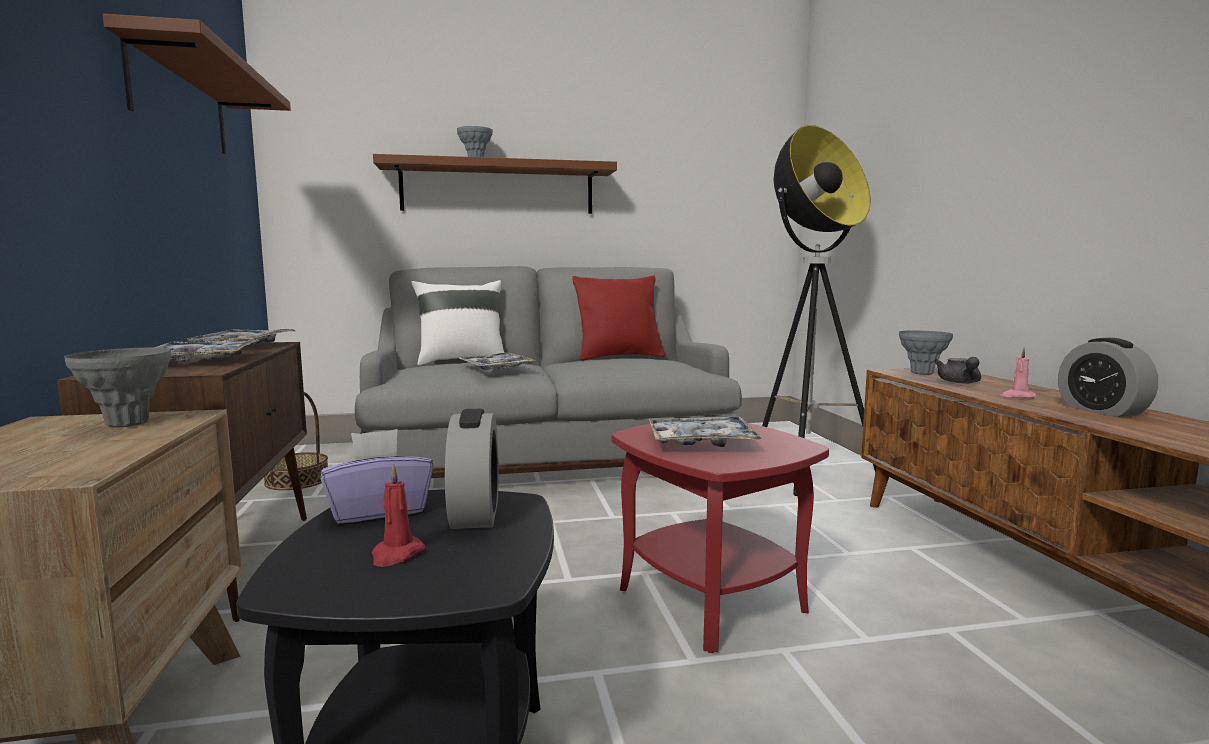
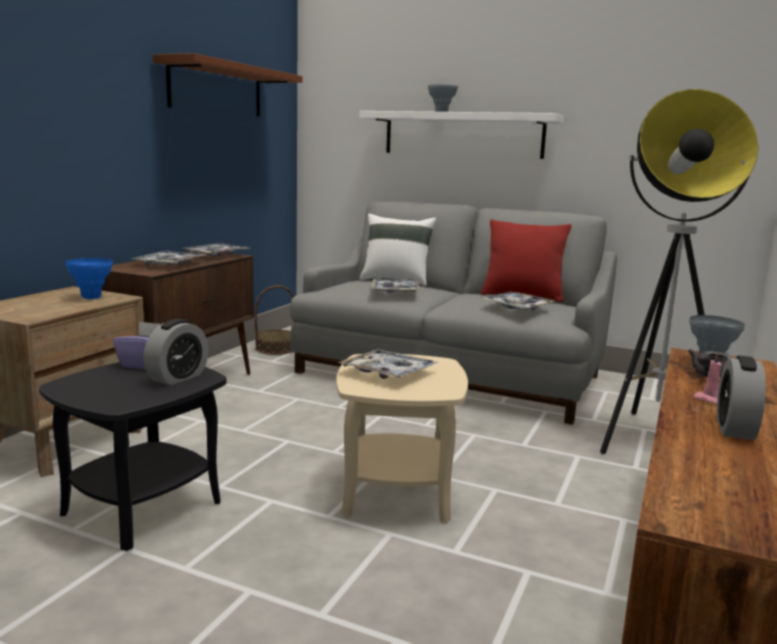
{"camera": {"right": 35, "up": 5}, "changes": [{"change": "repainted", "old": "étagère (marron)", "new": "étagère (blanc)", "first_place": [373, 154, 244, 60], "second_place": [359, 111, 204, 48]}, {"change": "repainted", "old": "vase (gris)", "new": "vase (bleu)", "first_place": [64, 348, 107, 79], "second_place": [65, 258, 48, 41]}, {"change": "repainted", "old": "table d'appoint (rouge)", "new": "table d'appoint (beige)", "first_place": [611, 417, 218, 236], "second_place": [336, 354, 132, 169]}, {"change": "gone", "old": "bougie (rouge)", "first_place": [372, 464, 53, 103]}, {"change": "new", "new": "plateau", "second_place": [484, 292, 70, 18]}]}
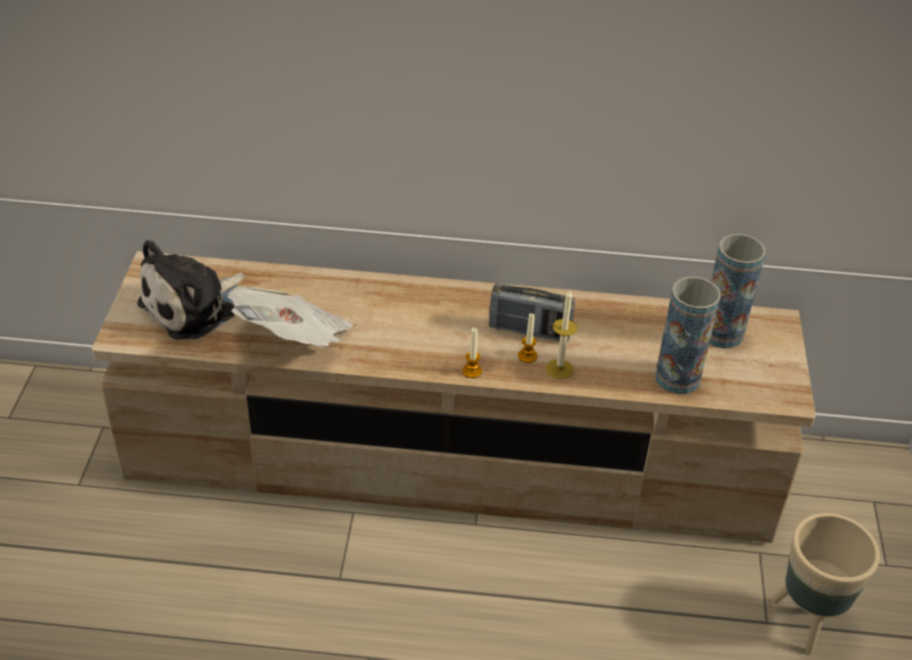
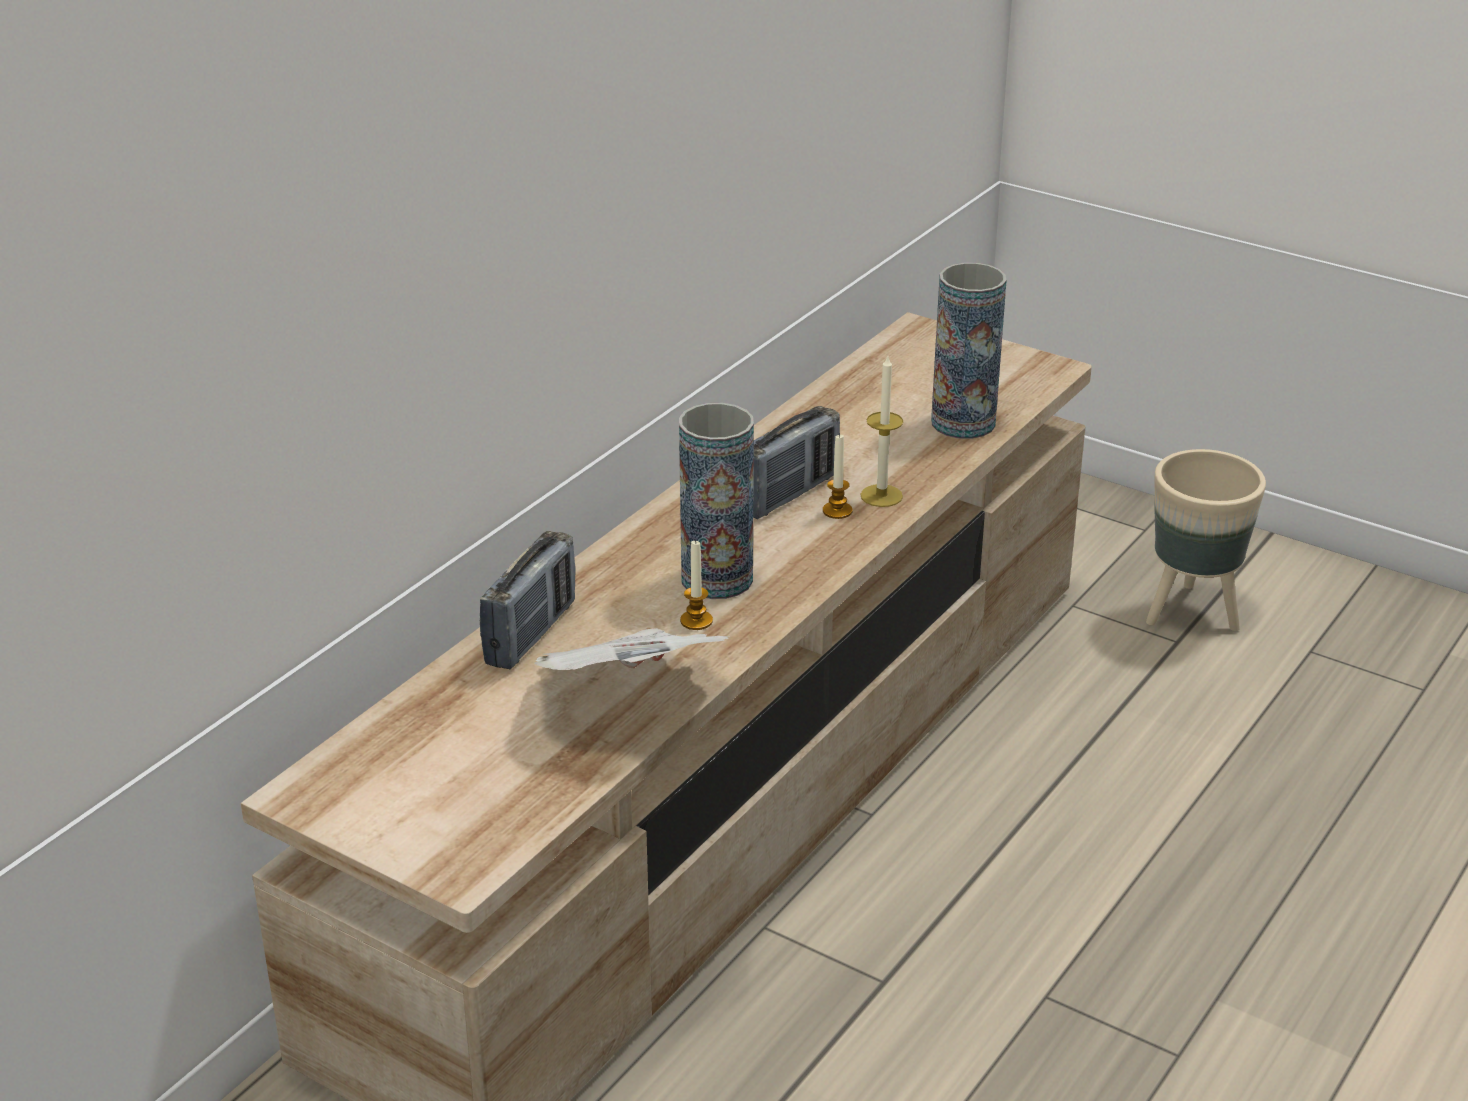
{"camera": {"right": -60, "up": -10}, "changes": [{"change": "shifted", "old": "vase", "first_place": [709, 234, 57, 114], "second_place": [679, 403, 75, 196]}, {"change": "gone", "old": "peluche", "first_place": [137, 239, 107, 101]}, {"change": "shifted", "old": "bougie", "first_place": [462, 328, 20, 50], "second_place": [680, 539, 33, 91]}, {"change": "new", "new": "radio", "second_place": [480, 531, 96, 139]}]}
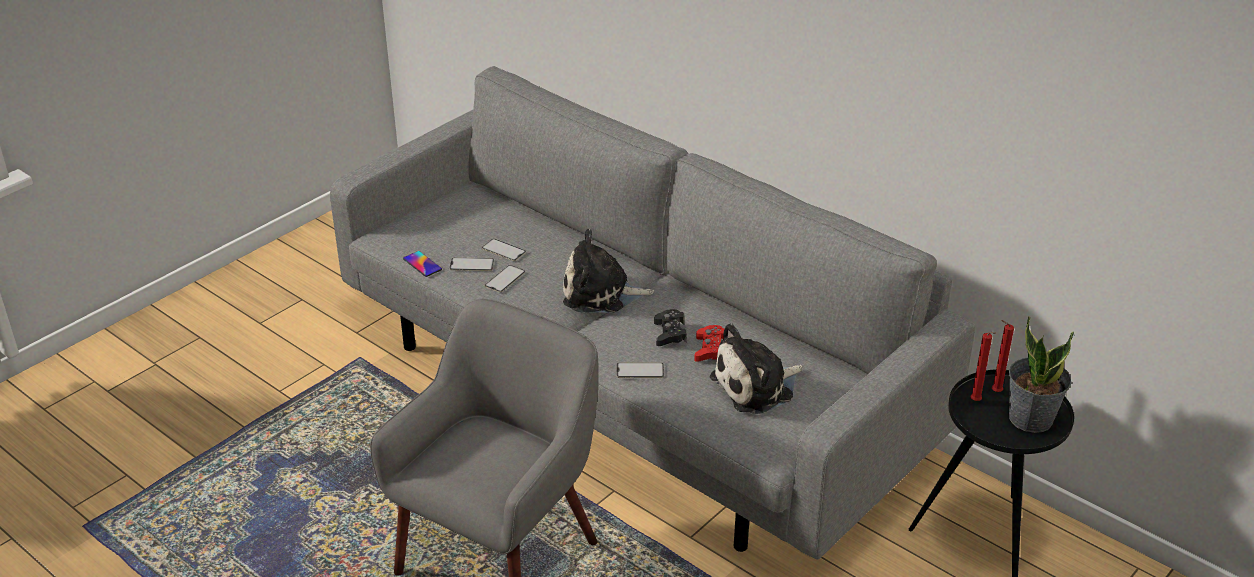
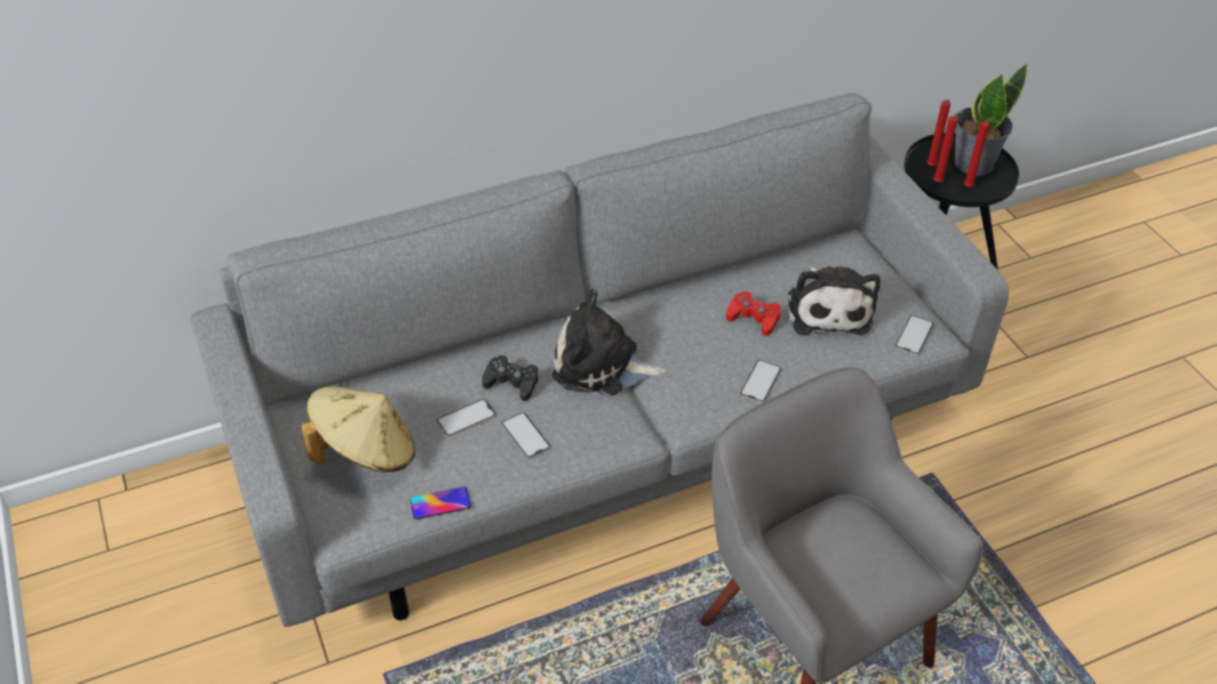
{"camera": {"right": -65, "up": 10}, "changes": [{"change": "rotated", "old": "peluche", "first_place": [563, 229, 92, 84], "second_place": [552, 289, 113, 107], "degrees": 75}, {"change": "shifted", "old": "téléphone", "first_place": [450, 257, 44, 14], "second_place": [895, 315, 39, 40]}, {"change": "shifted", "old": "manette (noir)", "first_place": [654, 309, 33, 37], "second_place": [482, 355, 56, 46]}, {"change": "new", "new": "bougie (rouge)", "second_place": [964, 117, 32, 70]}, {"change": "new", "new": "chapeau (beige)", "second_place": [301, 386, 114, 86]}]}
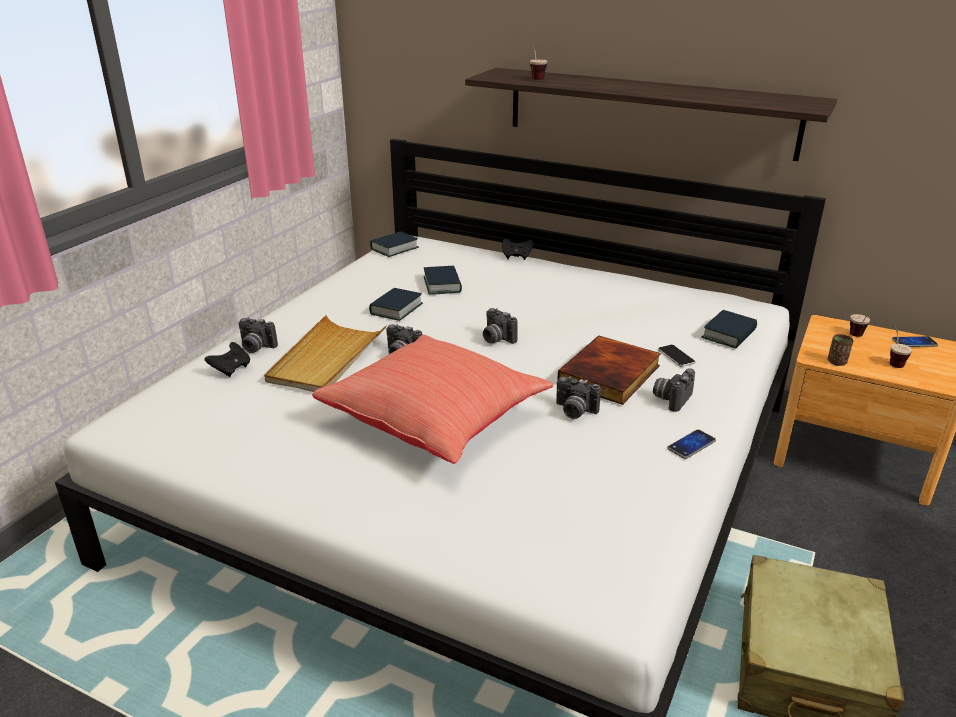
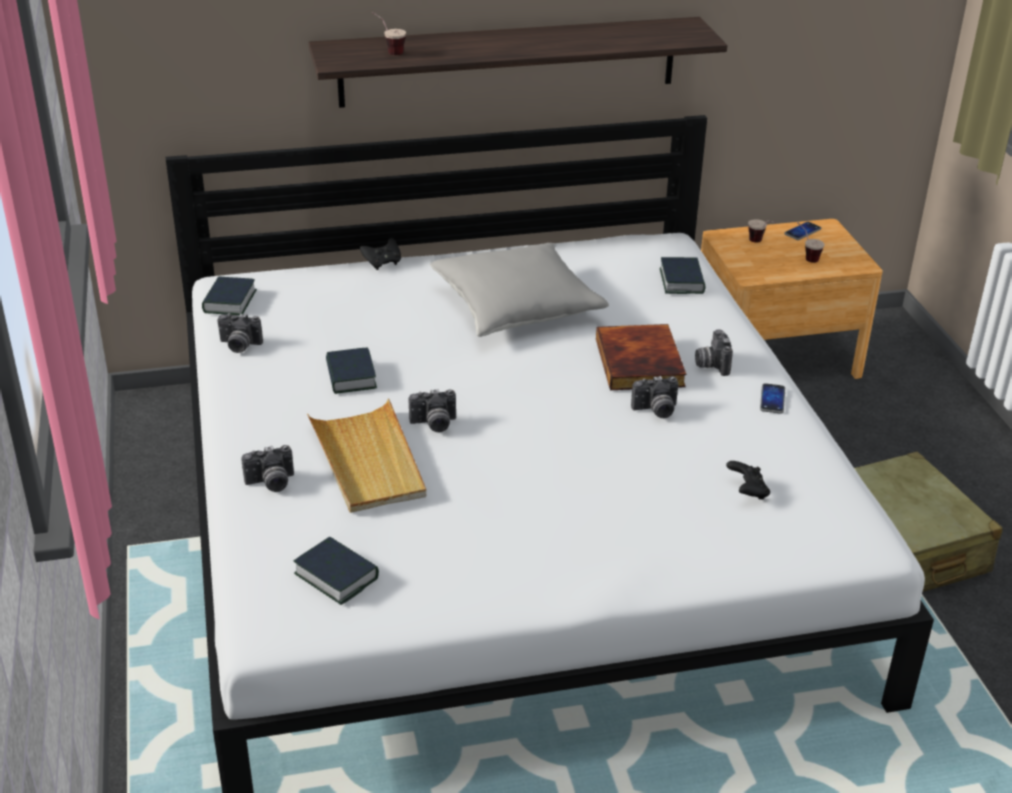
{"camera": {"right": -40, "up": 5}, "changes": [{"change": "shifted", "old": "livre", "first_place": [424, 266, 38, 29], "second_place": [294, 537, 85, 68]}, {"change": "shifted", "old": "appareil photo", "first_place": [483, 308, 35, 36], "second_place": [217, 313, 46, 40]}, {"change": "gone", "old": "tasse (marron)", "first_place": [828, 334, 25, 32]}, {"change": "gone", "old": "coussin (rouge)", "first_place": [312, 335, 242, 129]}, {"change": "shifted", "old": "manette (noir)", "first_place": [204, 342, 46, 35], "second_place": [726, 461, 44, 39]}, {"change": "gone", "old": "téléphone", "first_place": [658, 345, 38, 22]}, {"change": "new", "new": "coussin (gris)", "second_place": [430, 243, 179, 94]}]}
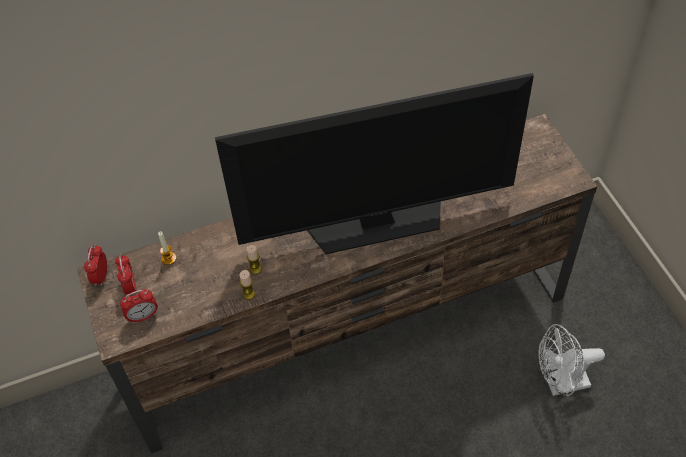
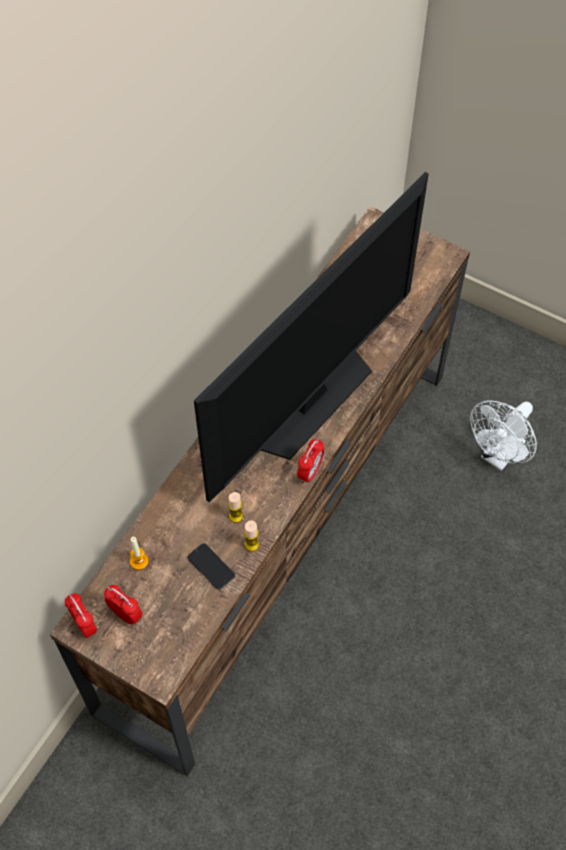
{"camera": {"right": -40, "up": 5}, "changes": [{"change": "shifted", "old": "réveil", "first_place": [120, 289, 38, 35], "second_place": [297, 439, 27, 45]}, {"change": "new", "new": "téléphone", "second_place": [187, 543, 48, 47]}]}
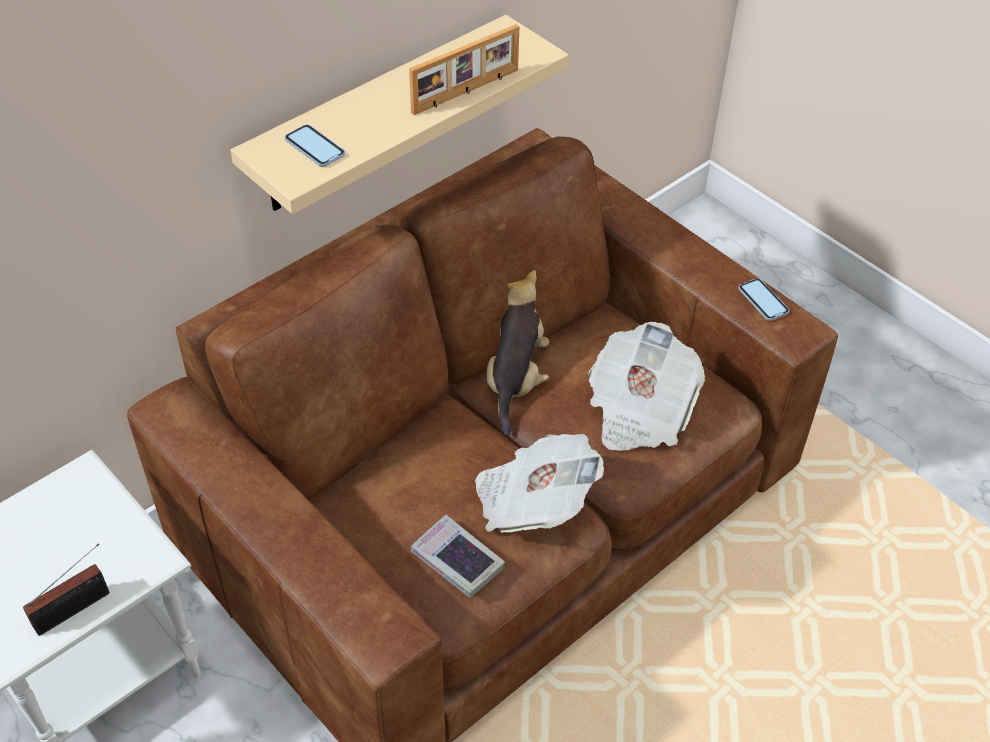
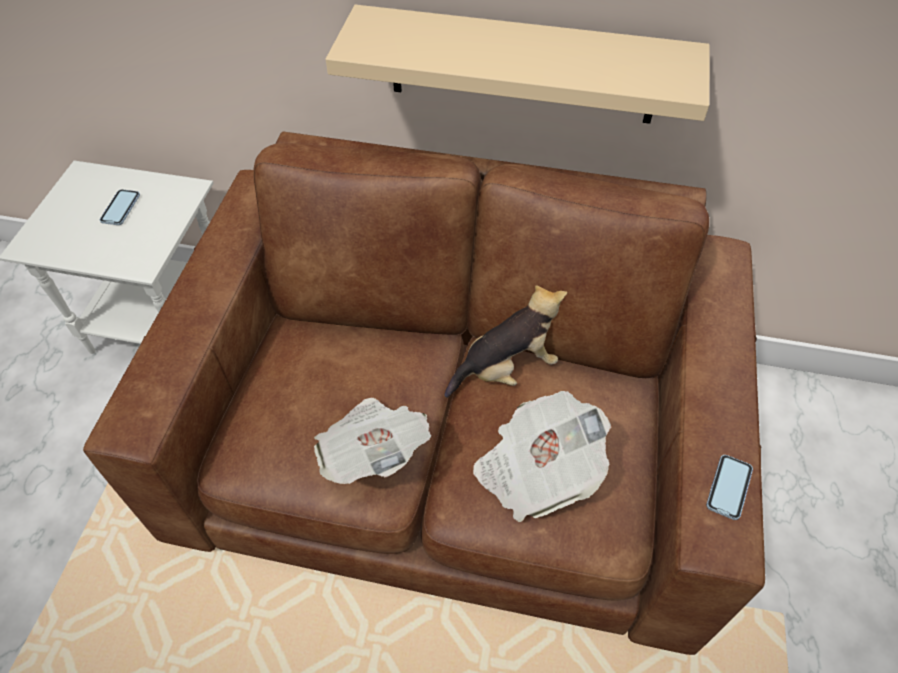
{"camera": {"right": 55, "up": 5}, "changes": [{"change": "gone", "old": "cadre photo", "first_place": [409, 24, 110, 91]}, {"change": "shifted", "old": "téléphone", "first_place": [285, 125, 60, 42], "second_place": [100, 189, 40, 36]}, {"change": "gone", "old": "livre", "first_place": [411, 515, 94, 83]}, {"change": "gone", "old": "radio", "first_place": [23, 544, 87, 92]}]}
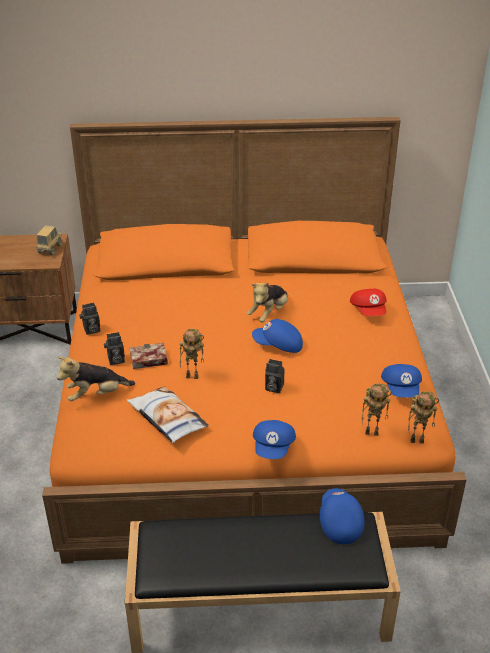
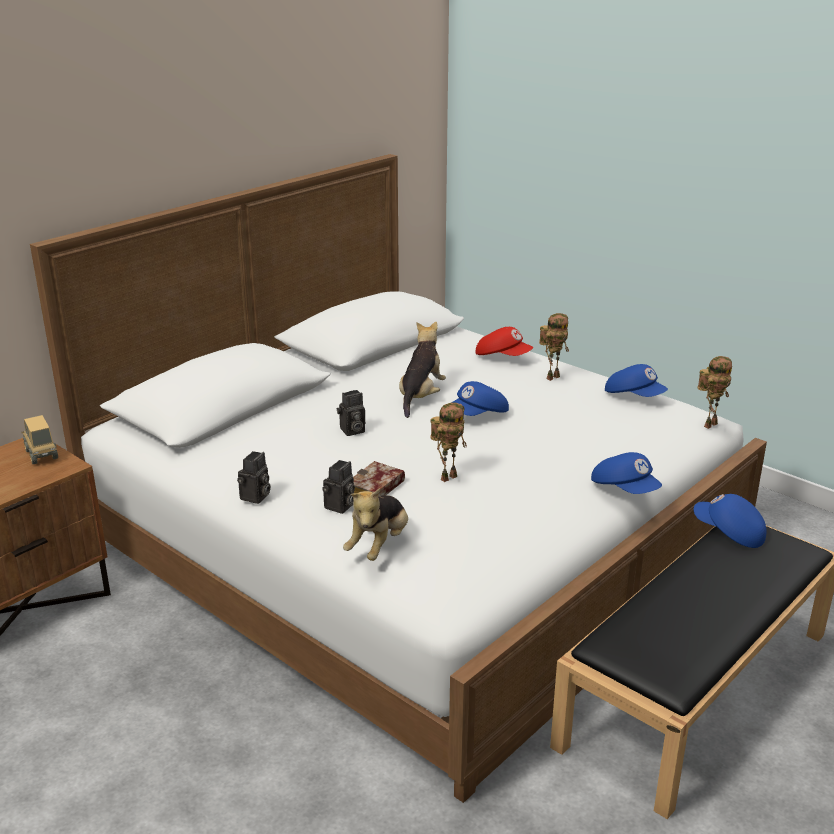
{"camera": {"right": -45, "up": -10}, "changes": [{"change": "repainted", "old": "lit (orange)", "new": "lit (blanc)", "first_place": [42, 117, 425, 447], "second_place": [30, 154, 737, 649]}, {"change": "rotated", "old": "peluche", "first_place": [247, 283, 41, 39], "second_place": [399, 321, 47, 97], "degrees": -150}, {"change": "shifted", "old": "appareil photo", "first_place": [265, 359, 20, 34], "second_place": [337, 390, 28, 46]}, {"change": "shifted", "old": "robot jouet", "first_place": [362, 383, 30, 53], "second_place": [539, 313, 30, 68]}, {"change": "gone", "old": "coussin", "first_place": [127, 386, 82, 57]}]}
